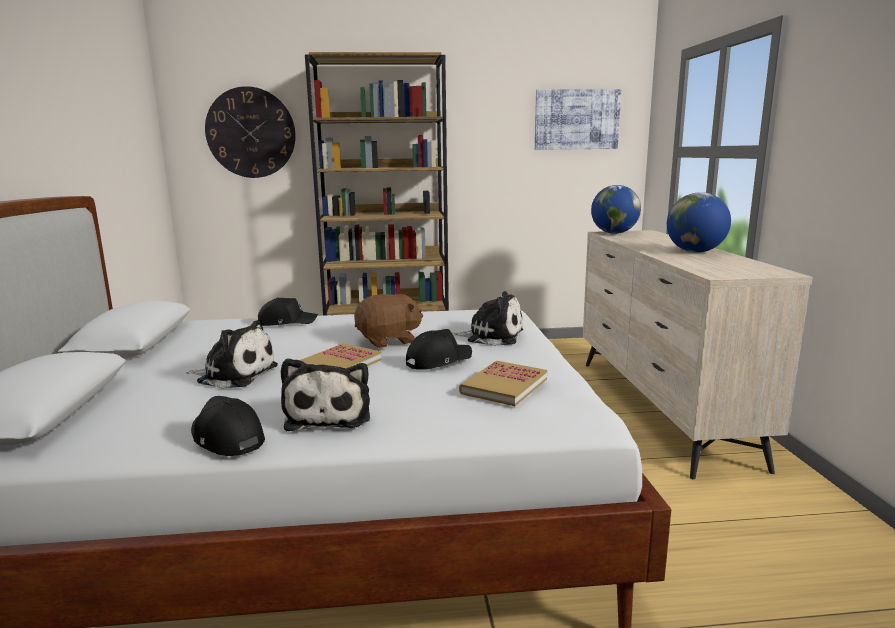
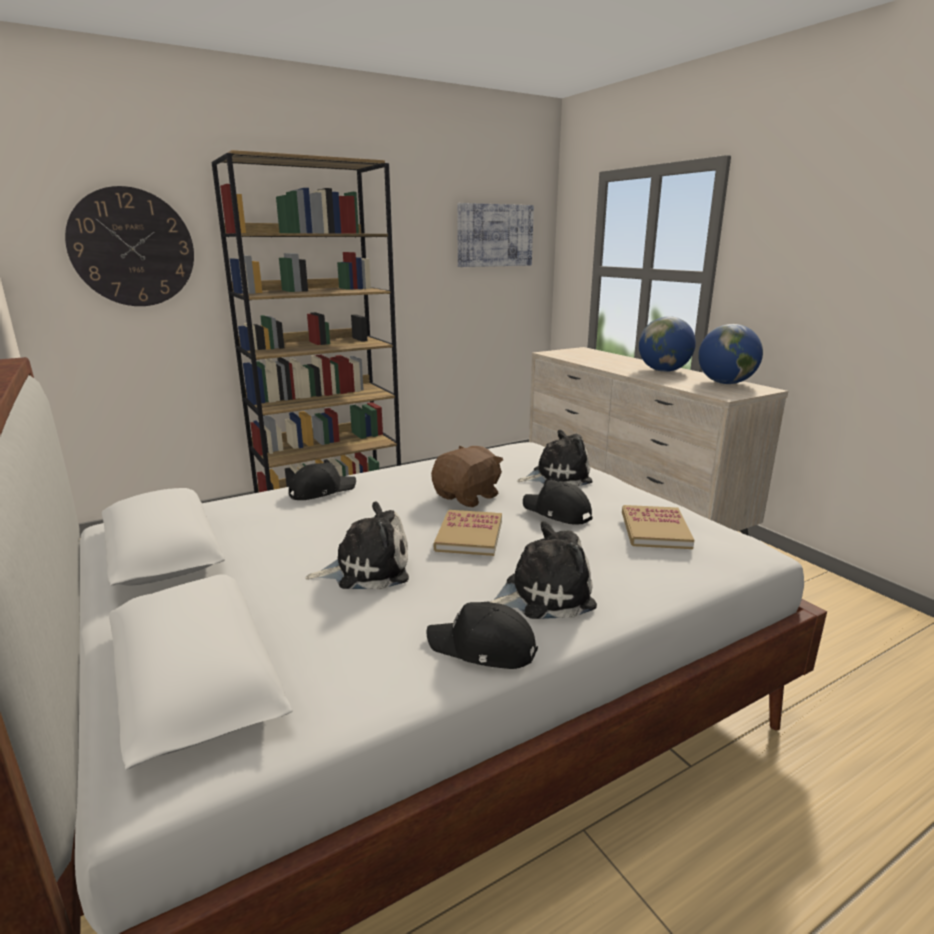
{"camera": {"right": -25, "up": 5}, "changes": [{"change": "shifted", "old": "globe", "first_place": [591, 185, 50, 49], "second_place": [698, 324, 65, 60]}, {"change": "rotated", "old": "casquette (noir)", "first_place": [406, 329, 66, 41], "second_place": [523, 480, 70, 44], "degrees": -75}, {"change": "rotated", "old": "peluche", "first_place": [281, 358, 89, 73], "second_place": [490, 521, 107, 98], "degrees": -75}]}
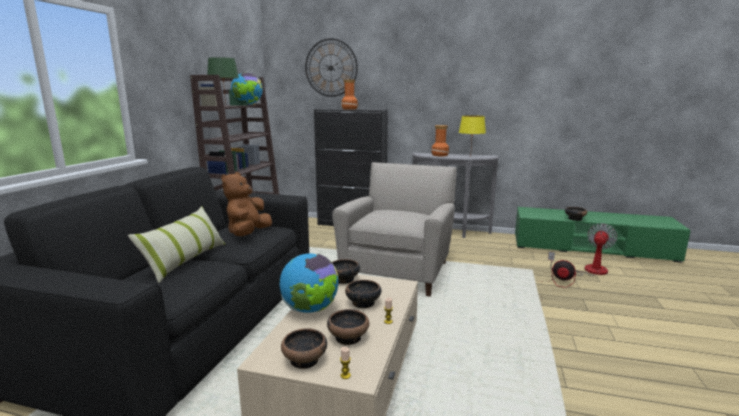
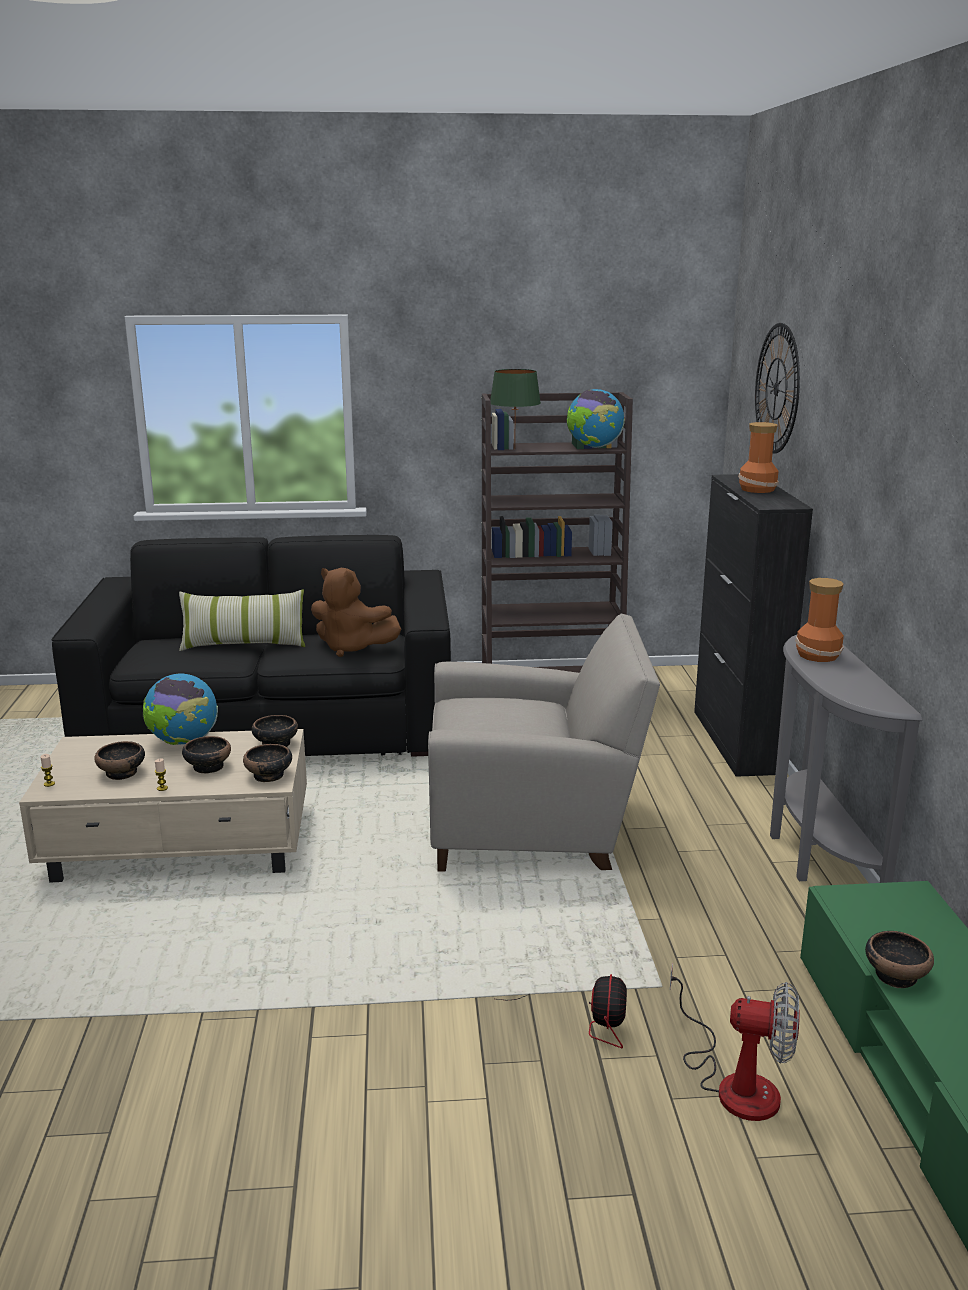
{"camera": {"right": 70, "up": 5}, "changes": [{"change": "gone", "old": "lampe de table (jaune)", "first_place": [459, 115, 27, 42]}, {"change": "rotated", "old": "peluche (marron)", "first_place": [221, 172, 51, 64], "second_place": [311, 568, 90, 89], "degrees": -150}, {"change": "shifted", "old": "bol", "first_place": [281, 328, 46, 41], "second_place": [243, 744, 49, 38]}]}
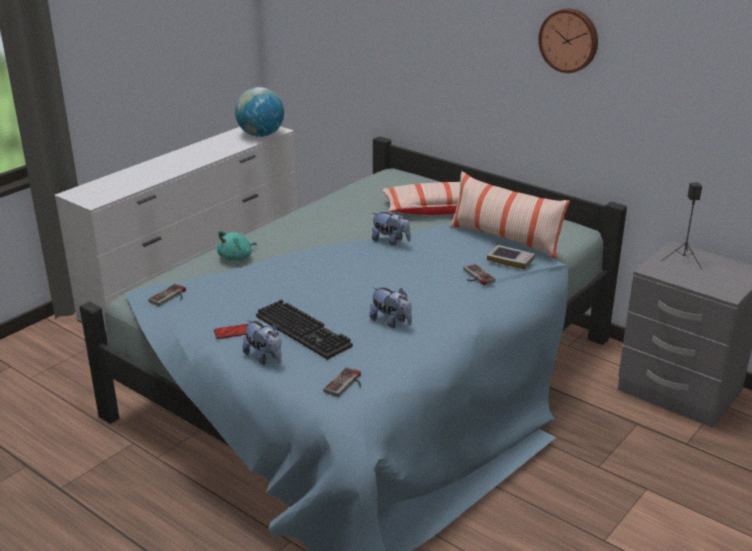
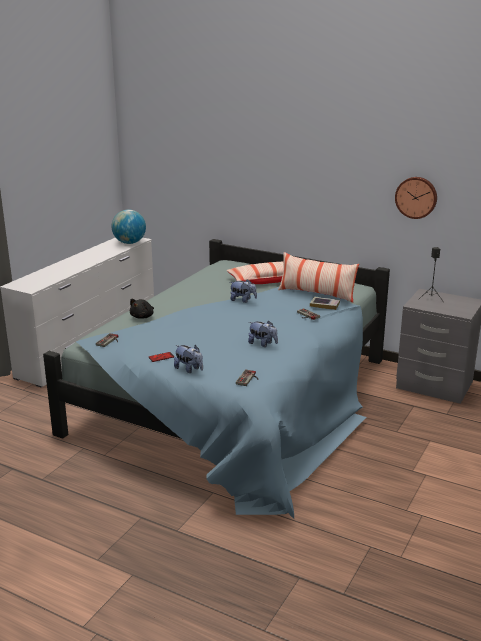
{"camera": {"right": -10, "up": -5}, "changes": [{"change": "shifted", "old": "horloge murale", "first_place": [538, 9, 60, 64], "second_place": [395, 177, 42, 42]}, {"change": "repainted", "old": "peluche (turquoise)", "new": "peluche (noir)", "first_place": [217, 231, 40, 30], "second_place": [130, 299, 24, 20]}, {"change": "gone", "old": "clavier", "first_place": [256, 299, 97, 61]}]}
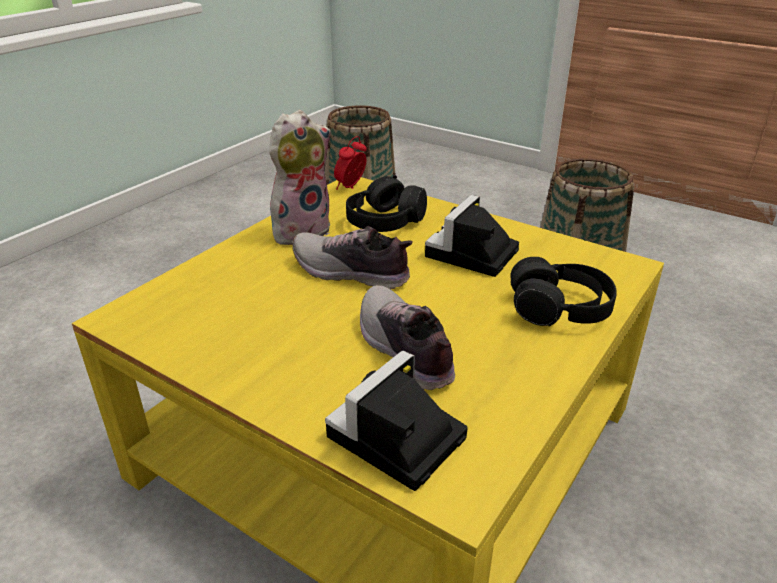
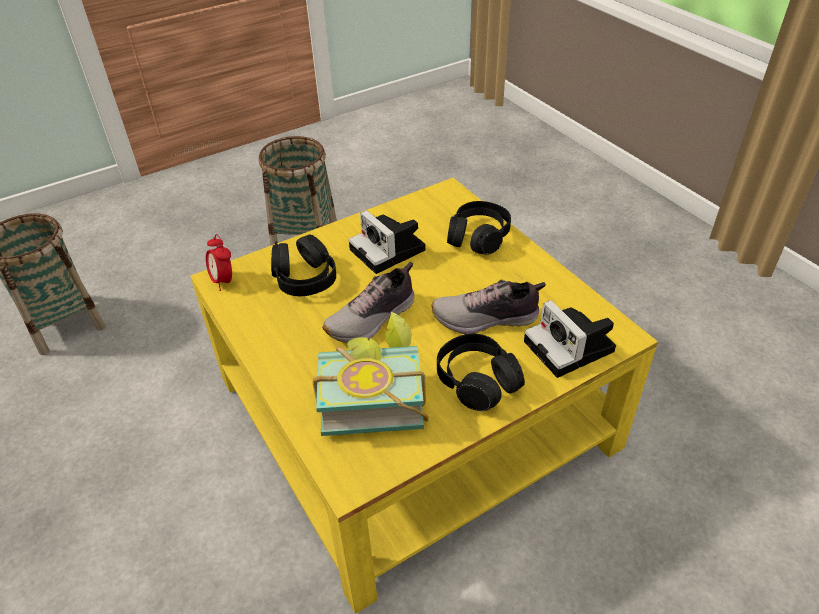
{"camera": {"right": -65, "up": 10}, "changes": [{"change": "gone", "old": "peluche", "first_place": [269, 110, 62, 135]}, {"change": "new", "new": "livre", "second_place": [313, 312, 116, 124]}, {"change": "new", "new": "casque audio (noir)", "second_place": [437, 334, 88, 77]}]}
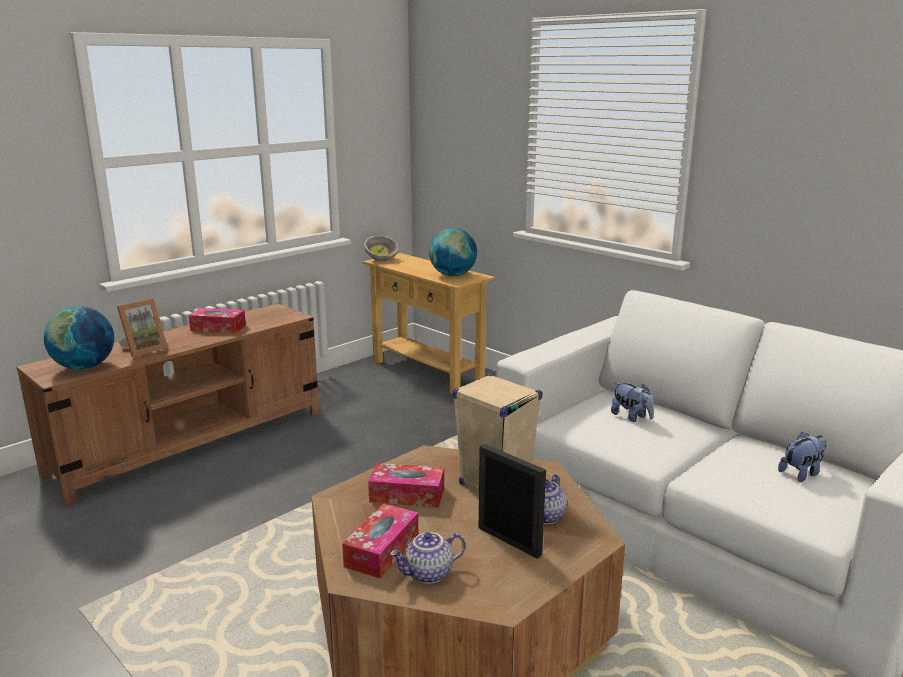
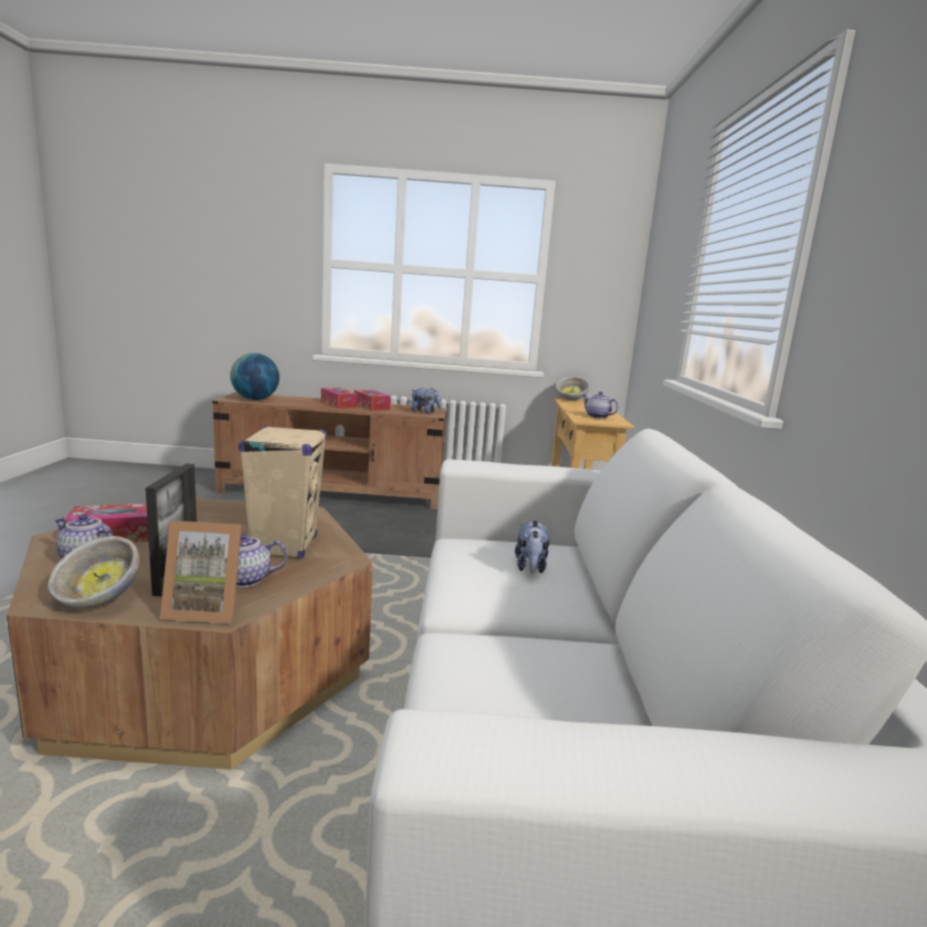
{"camera": {"right": 45, "up": -5}, "changes": [{"change": "swapped", "old": "globe", "new": "théière", "first_place": [429, 228, 48, 48], "second_place": [583, 392, 35, 27]}, {"change": "shifted", "old": "cadre photo", "first_place": [117, 298, 51, 59], "second_place": [160, 521, 82, 102]}, {"change": "shifted", "old": "peluche", "first_place": [778, 432, 49, 50], "second_place": [411, 388, 31, 26]}, {"change": "shifted", "old": "boîte à mouchoirs", "first_place": [368, 463, 76, 45], "second_place": [321, 388, 36, 20]}, {"change": "new", "new": "bol", "second_place": [48, 536, 92, 72]}]}
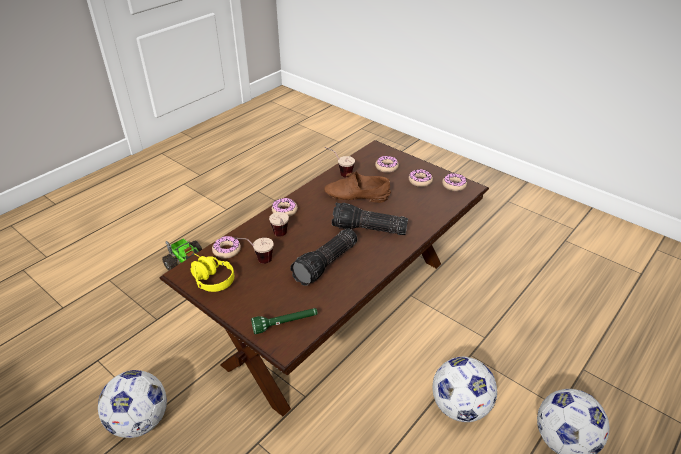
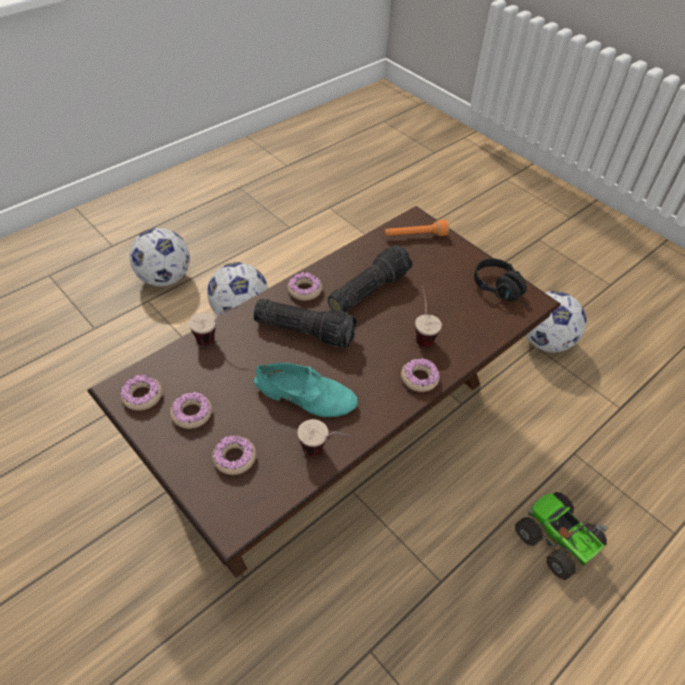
{"camera": {"right": -175, "up": 10}, "changes": [{"change": "repainted", "old": "chaussure (marron)", "new": "chaussure (turquoise)", "first_place": [324, 172, 67, 31], "second_place": [254, 363, 104, 54]}, {"change": "shifted", "old": "beignet", "first_place": [212, 236, 29, 23], "second_place": [288, 272, 34, 29]}, {"change": "shifted", "old": "tasse", "first_place": [234, 238, 40, 26], "second_place": [189, 307, 49, 39]}, {"change": "repainted", "old": "casque audio (jaune)", "new": "casque audio (noir)", "first_place": [191, 253, 43, 39], "second_place": [474, 258, 55, 48]}, {"change": "repainted", "old": "lampe de poche (vert)", "new": "lampe de poche (orange)", "first_place": [251, 308, 67, 26], "second_place": [385, 220, 64, 16]}]}
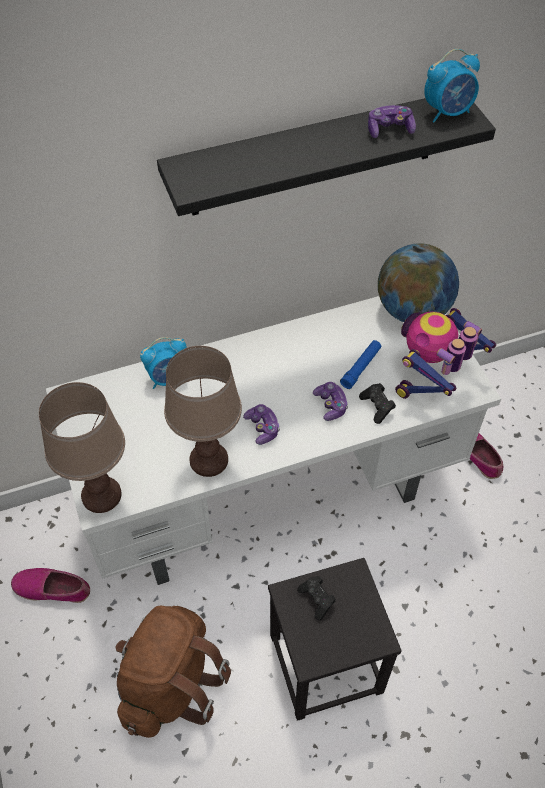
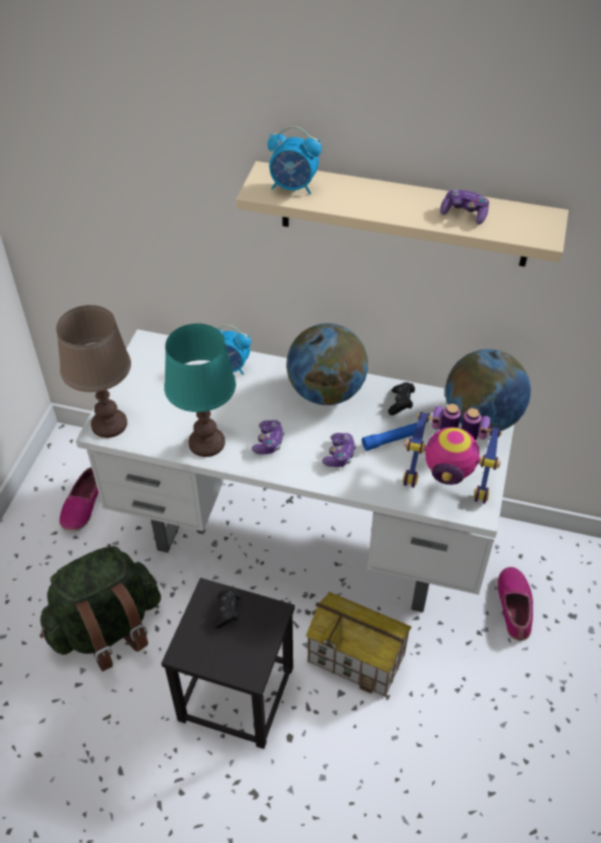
{"camera": {"right": 35, "up": -5}, "changes": [{"change": "shifted", "old": "réveil", "first_place": [424, 49, 56, 73], "second_place": [268, 126, 54, 68]}, {"change": "repainted", "old": "étagère (noir)", "new": "étagère (beige)", "first_place": [157, 98, 339, 118], "second_place": [236, 161, 333, 106]}, {"change": "rotated", "old": "robot jouet", "first_place": [395, 308, 101, 91], "second_place": [403, 404, 99, 100], "degrees": -150}, {"change": "repainted", "old": "lampe de table (marron)", "new": "lampe de table (turquoise)", "first_place": [164, 346, 78, 131], "second_place": [164, 323, 72, 134]}, {"change": "shifted", "old": "manette (noir)", "first_place": [359, 383, 37, 41], "second_place": [388, 382, 27, 33]}, {"change": "rotated", "old": "chaussure", "first_place": [11, 568, 79, 35], "second_place": [59, 467, 39, 65], "degrees": -120}, {"change": "repainted", "old": "sac à dos (marron)", "new": "sac à dos (vert)", "first_place": [115, 606, 116, 132], "second_place": [40, 546, 121, 125]}, {"change": "new", "new": "globe", "second_place": [286, 323, 82, 82]}, {"change": "new", "new": "maison miniature", "second_place": [306, 592, 105, 105]}]}
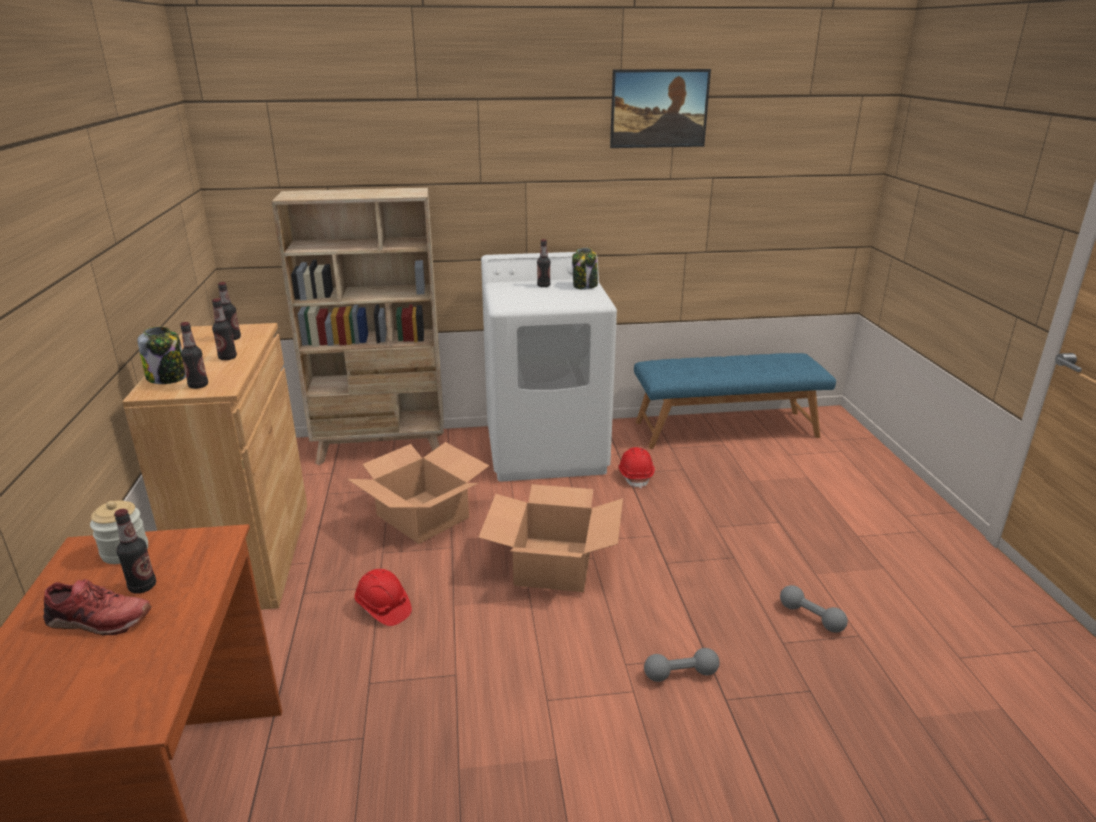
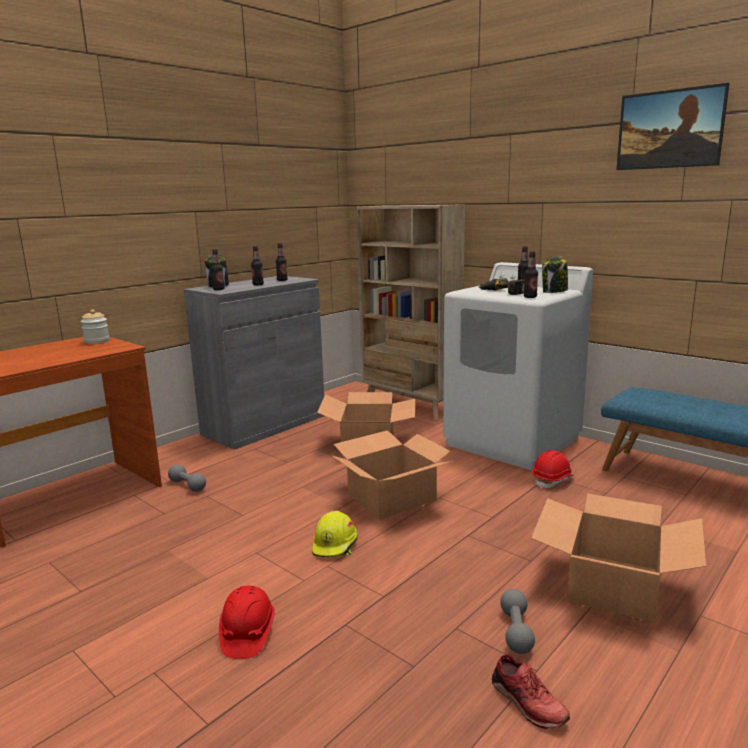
{"camera": {"right": 50, "up": -10}, "changes": [{"change": "repainted", "old": "meuble de rangement (marron)", "new": "meuble de rangement (gris)", "first_place": [122, 323, 185, 287], "second_place": [184, 276, 140, 174]}, {"change": "shifted", "old": "bouteille", "first_place": [114, 509, 42, 85], "second_place": [524, 251, 14, 47]}, {"change": "shifted", "old": "casque de chantier (rouge)", "first_place": [355, 569, 57, 57], "second_place": [219, 586, 56, 73]}, {"change": "shifted", "old": "chaussure (rouge)", "first_place": [43, 579, 109, 57], "second_place": [492, 654, 78, 75]}, {"change": "shifted", "old": "haltère (gris)", "first_place": [644, 648, 76, 34], "second_place": [168, 465, 38, 27]}, {"change": "new", "new": "perceuse", "second_place": [479, 278, 46, 17]}, {"change": "new", "new": "carton", "second_place": [531, 494, 175, 128]}, {"change": "new", "new": "casque de chantier (jaune)", "second_place": [312, 510, 46, 48]}]}
